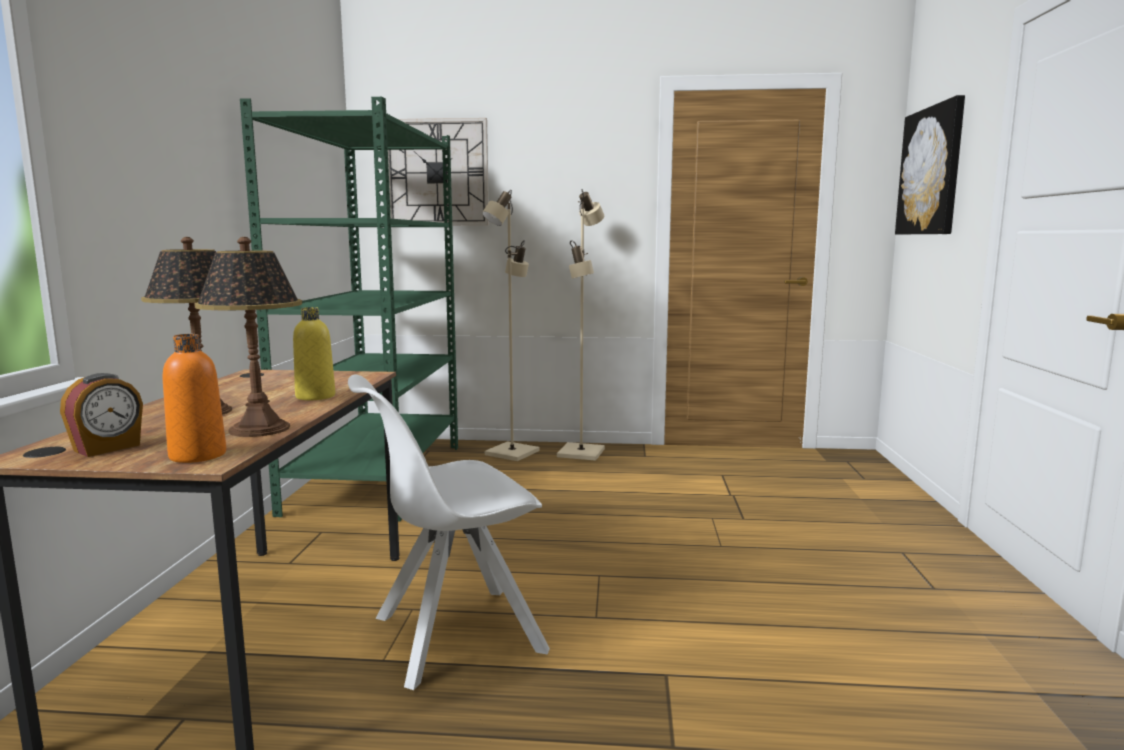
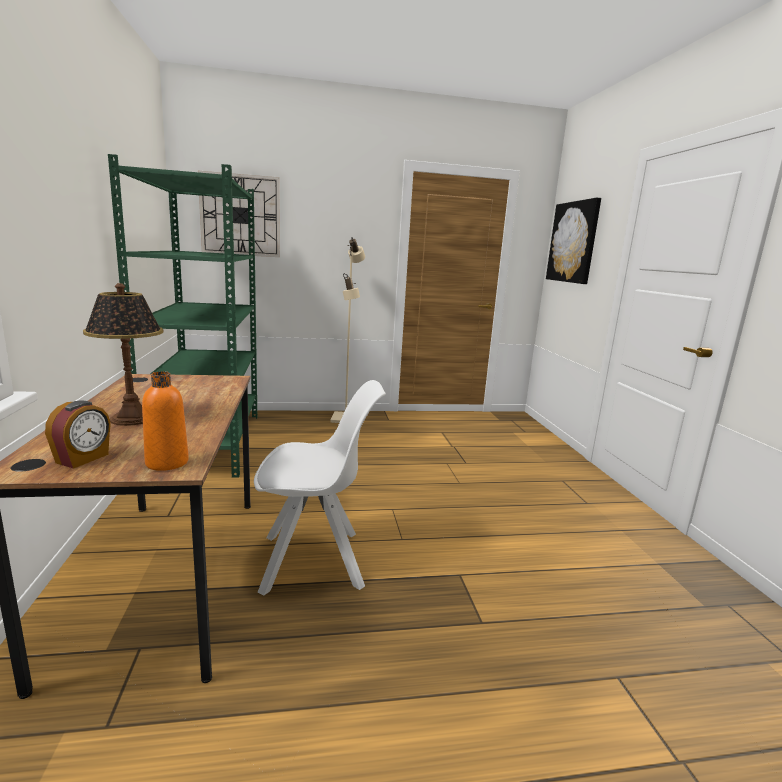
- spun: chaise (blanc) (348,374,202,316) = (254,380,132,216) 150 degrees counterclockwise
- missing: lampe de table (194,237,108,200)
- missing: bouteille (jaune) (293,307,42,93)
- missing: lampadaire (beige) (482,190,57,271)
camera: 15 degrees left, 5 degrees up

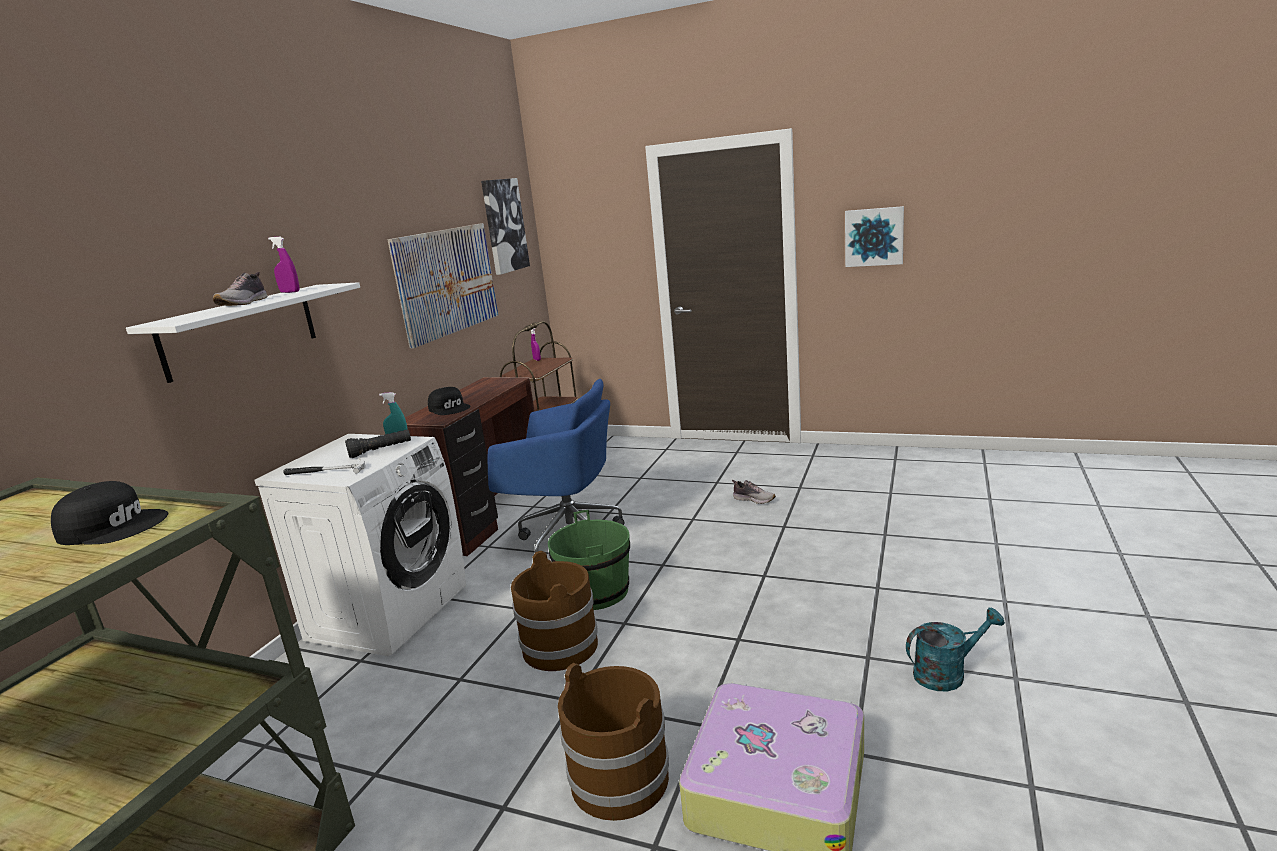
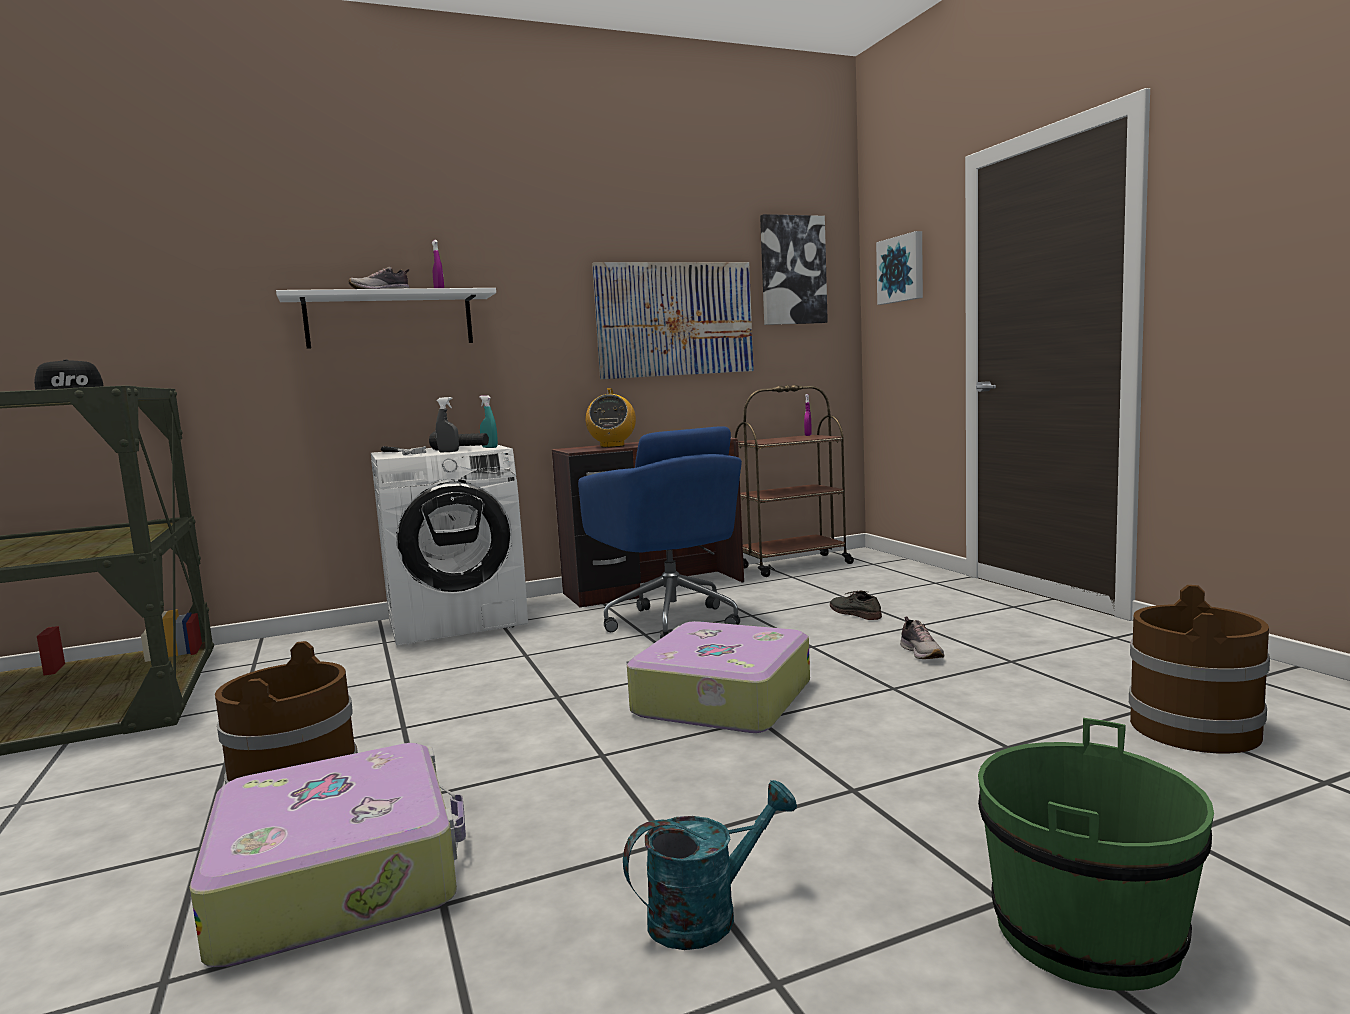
- appeared: vaporisateur (gris) (436,397,23,55)
- exchanged: casquette (noir) (428,387,43,28) to radio (586,388,50,60)
- spun: arrosoir (turquoise) (906,607,99,84) = (623,780,174,170) 60 degrees counterclockwise
- appeared: valise (626,621,184,112)
- appeared: chaussure (gris) (830,591,52,29)
- relocated: tableau (845,206,59,61) to (876,231,47,74)
- relocated: seau (vert) (548,510,82,100) to (978,718,236,273)
- relocated: seau (marron) (511,551,87,120) to (1129,585,141,169)
camera: 45 degrees right, 10 degrees down

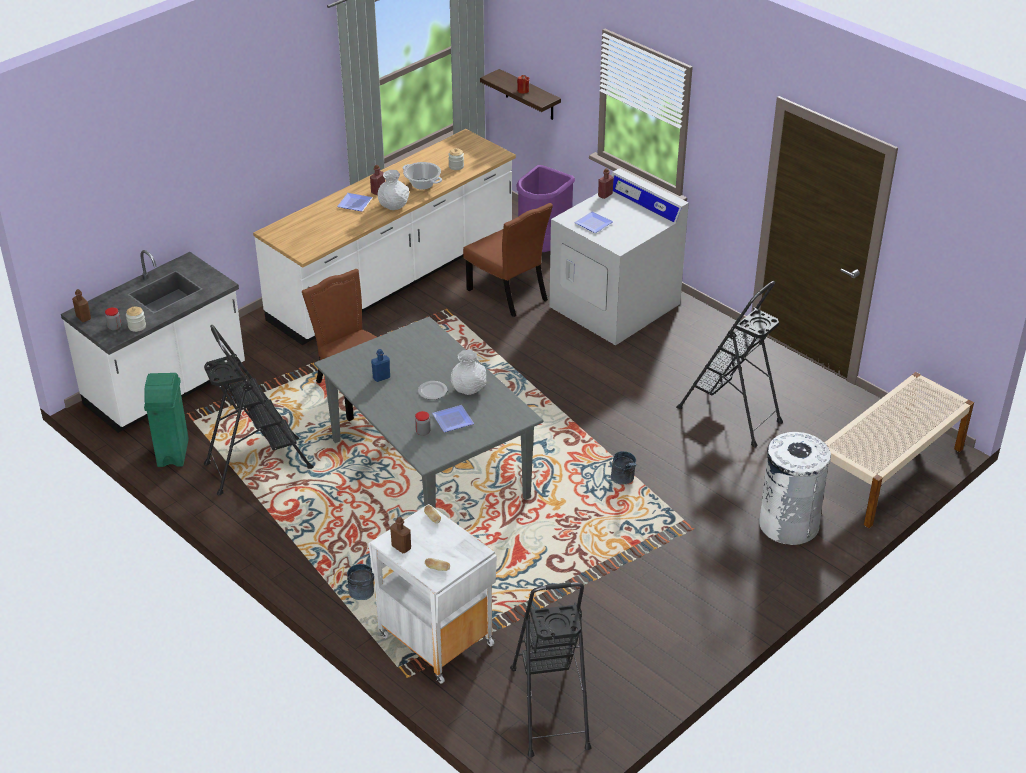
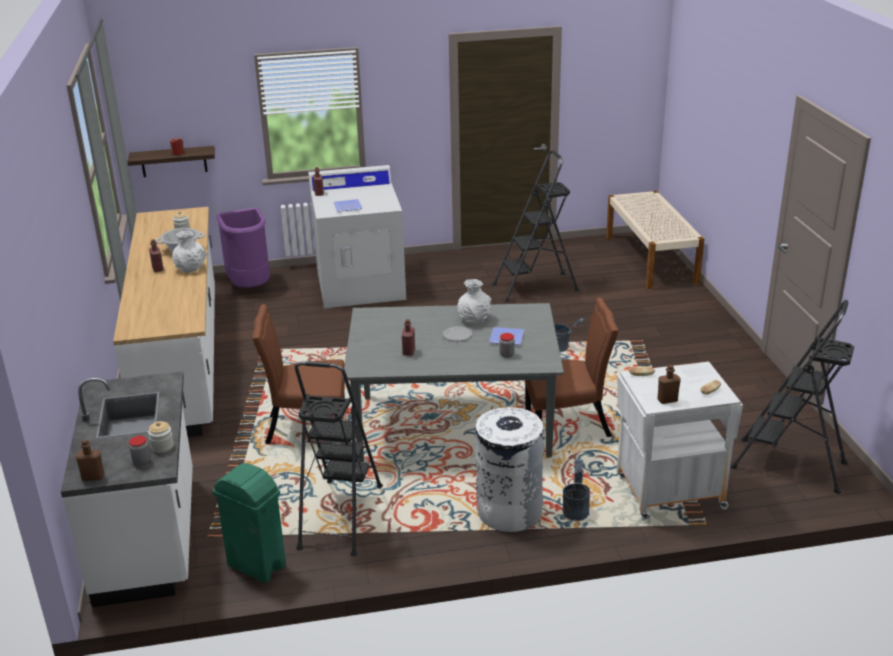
- colour: bouteille (bleu) (371,349,19,33) to bouteille (rouge) (402,319,13,37)
- relocated: poubelle (blanc) (759,432,72,113) to (475,406,69,126)
- relocated: chaise (marron) (463,203,90,114) to (525,297,93,140)
- missing: assiette (337,193,36,18)
camera: 55 degrees left, 10 degrees down

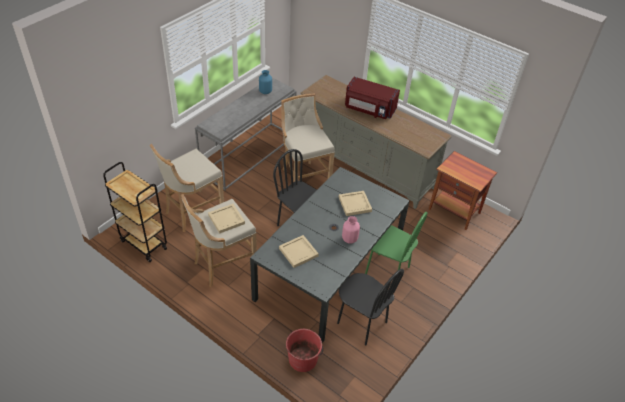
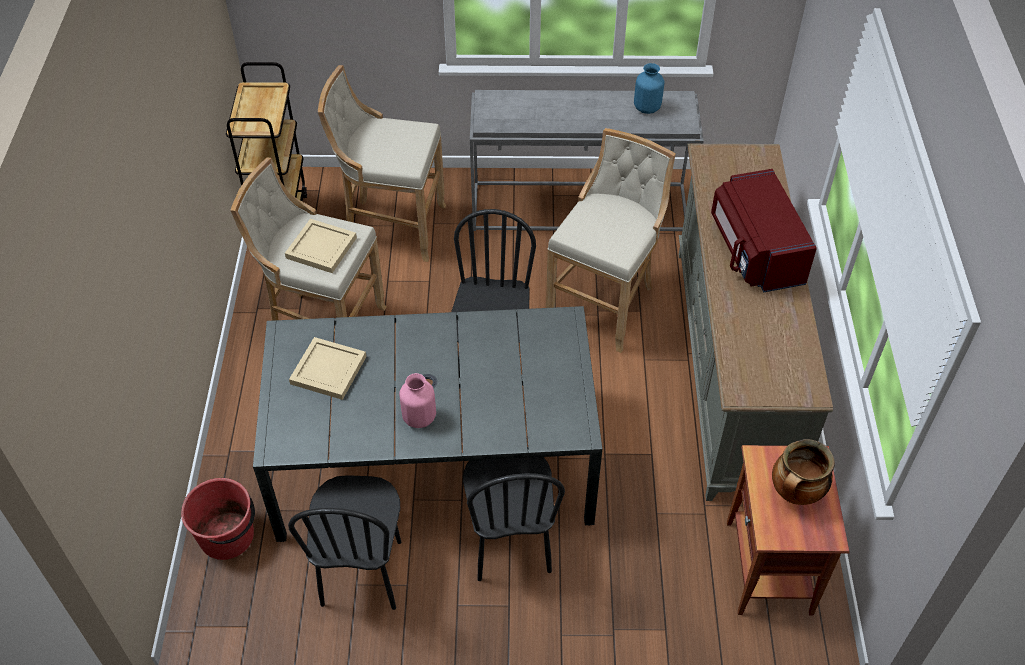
- colour: chaise (vert) (365,212,63,62) to chaise (noir) (463,447,102,134)
- appeared: marmite (772,439,63,66)
- missing: plateau (beige) (339,191,33,25)
camera: 55 degrees right, 5 degrees up

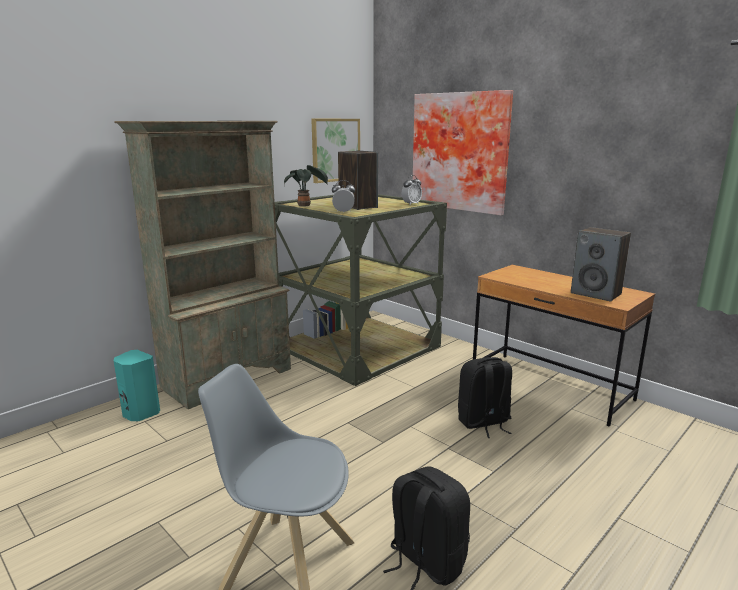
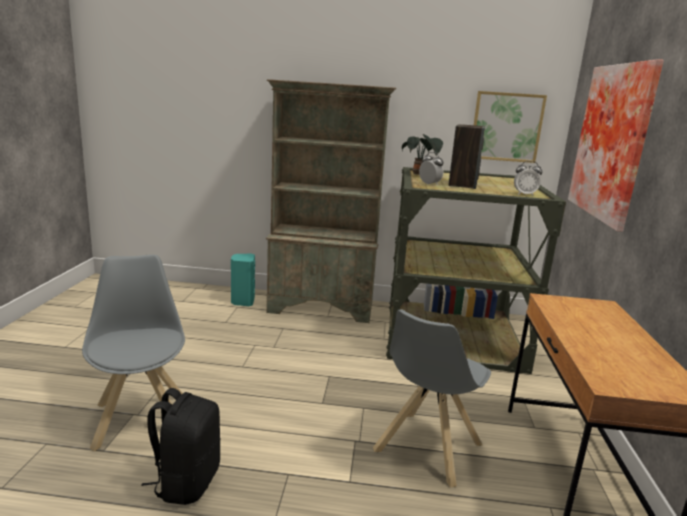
- exchanged: sac à dos (noir) (458,357,54,81) to chaise (gris) (373,309,118,178)
- missing: enceinte (571,227,60,74)
camera: 50 degrees right, 0 degrees up

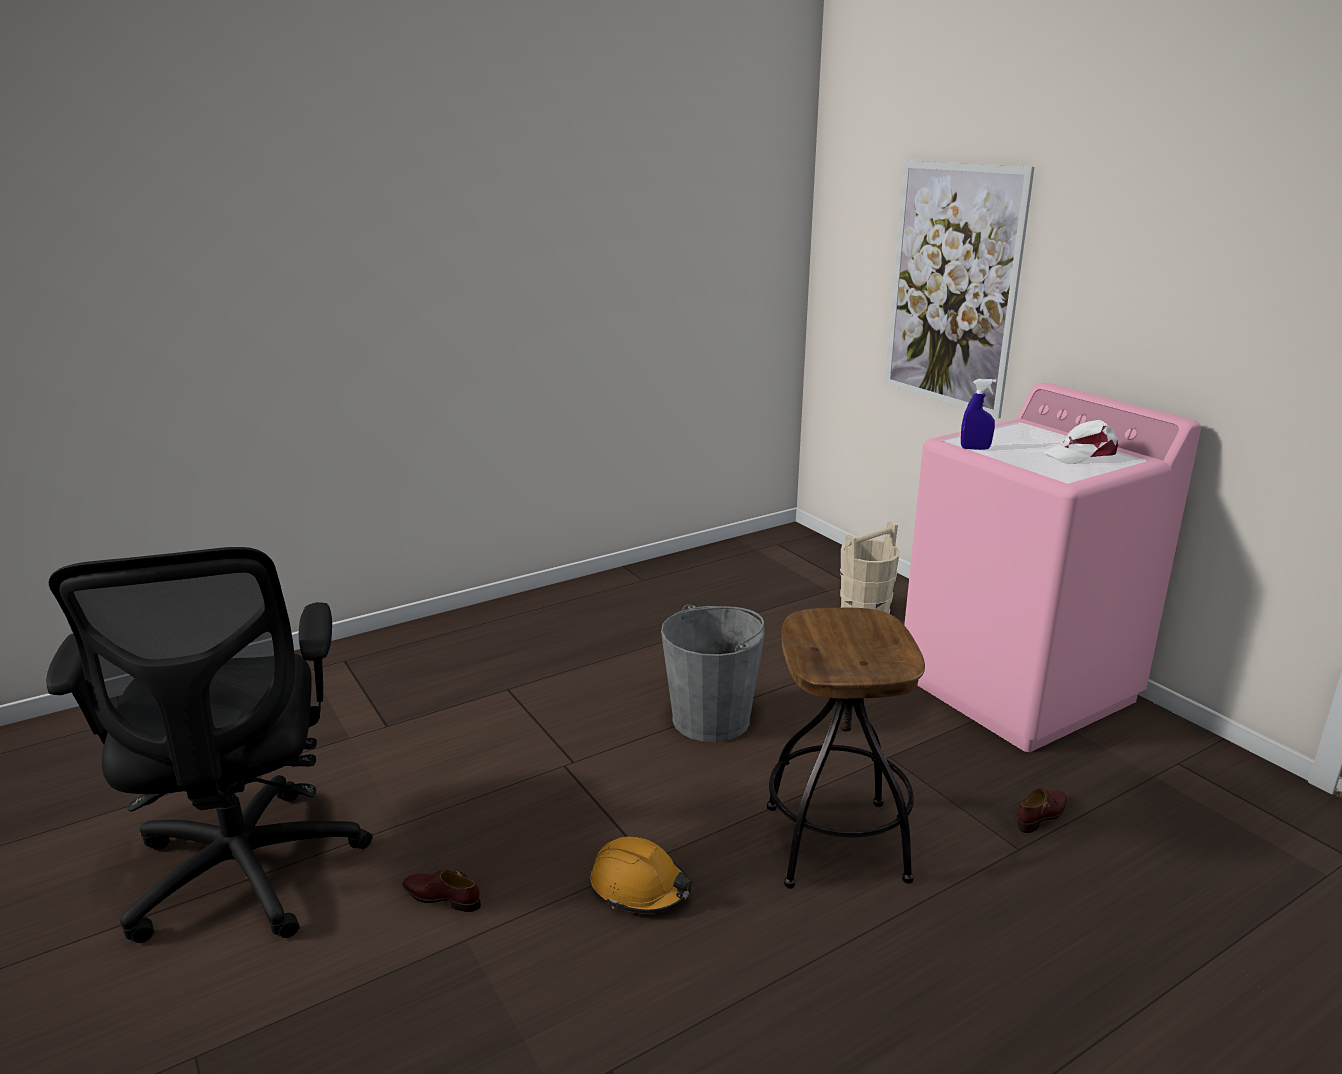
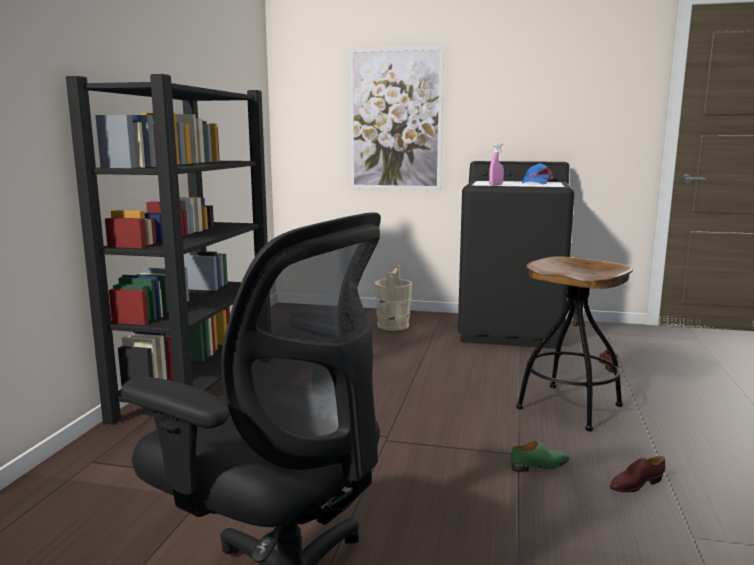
- appeared: bibliothèque (noir) (66,74,202,351)
- colour: lave-linge (rose) (904,383,297,369) to lave-linge (noir) (458,161,117,188)
- colour: vaporisateur (bleu) (961,379,36,71) to vaporisateur (rose) (489,143,15,43)
- exchanged: casque de chantier (orange) (590,836,102,78) to chaussure (vert) (511,441,58,31)
- colour: casquette (blanc) (1042,420,76,44) to casquette (bleu) (522,163,31,21)
- relocated: chaussure (marron) (402,869,79,43) to (610,456,55,36)
- missing: seau (gris) (661,604,104,138)
camera: 45 degrees left, 10 degrees down

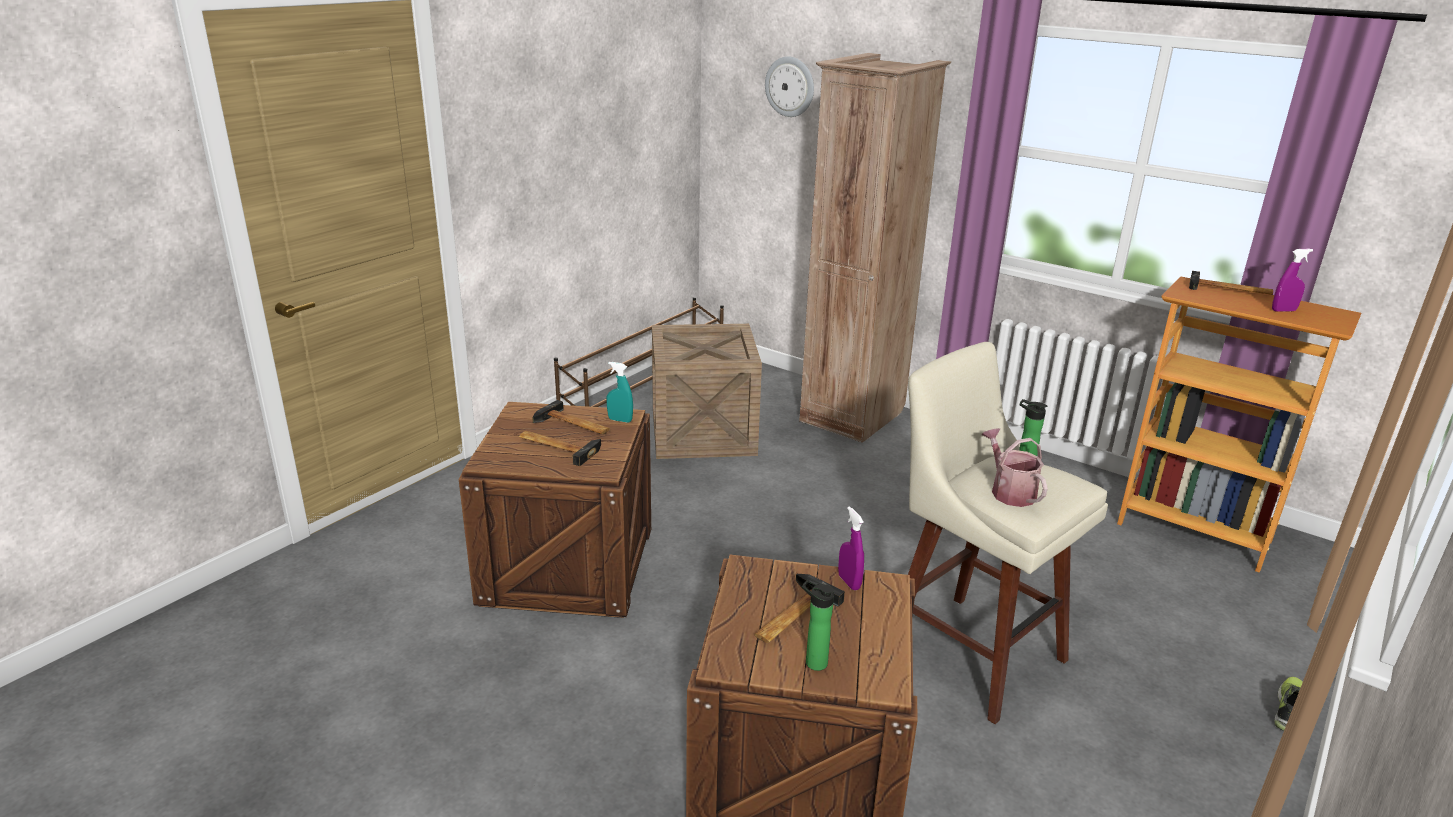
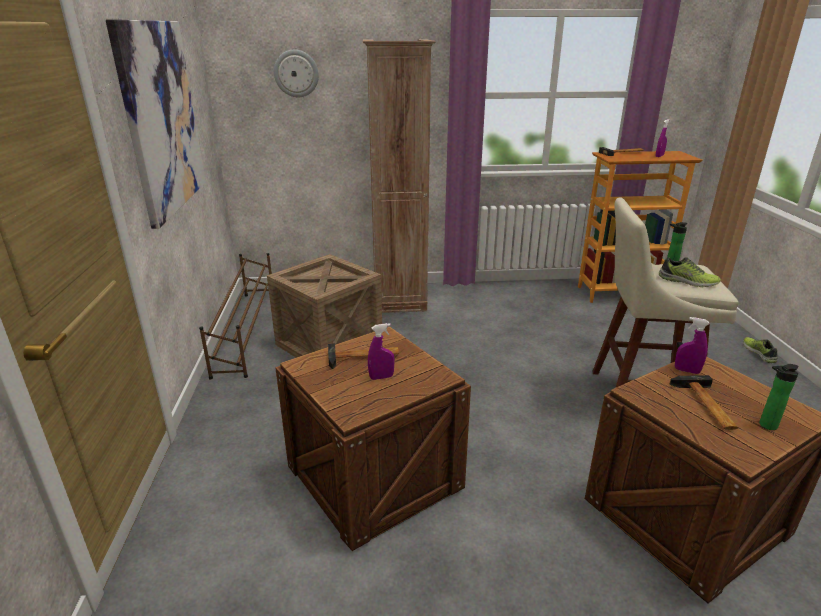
- appeared: tableau (106,19,100,210)
- exchanged: marteau (519,431,82,35) to vaporisateur (violet) (368,323,27,57)
- exchanged: arrosoir (982,428,66,79) to chaussure (659,257,62,30)
- missing: vaporisateur (turquoise) (606,362,27,61)
camera: 40 degrees left, 0 degrees up

